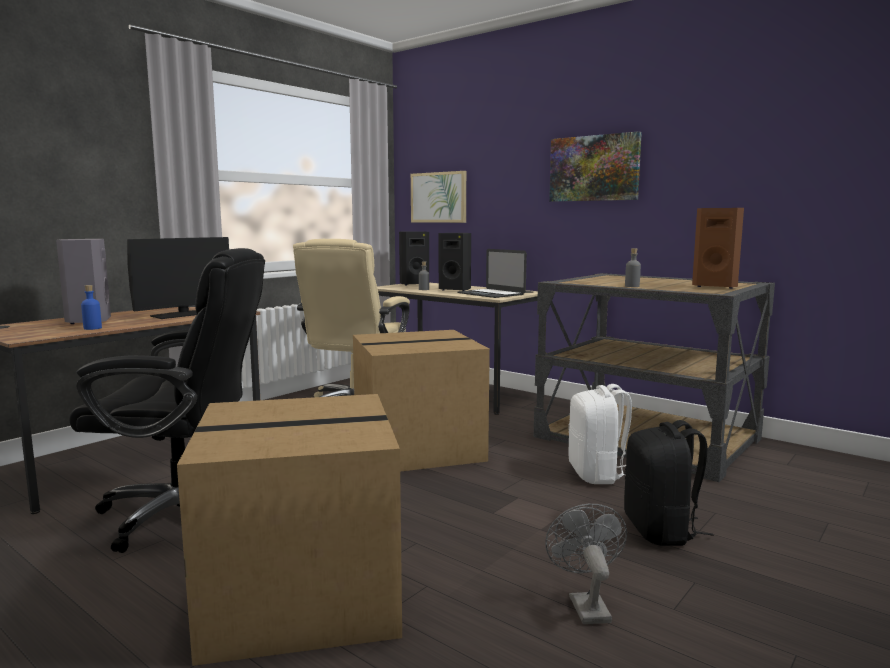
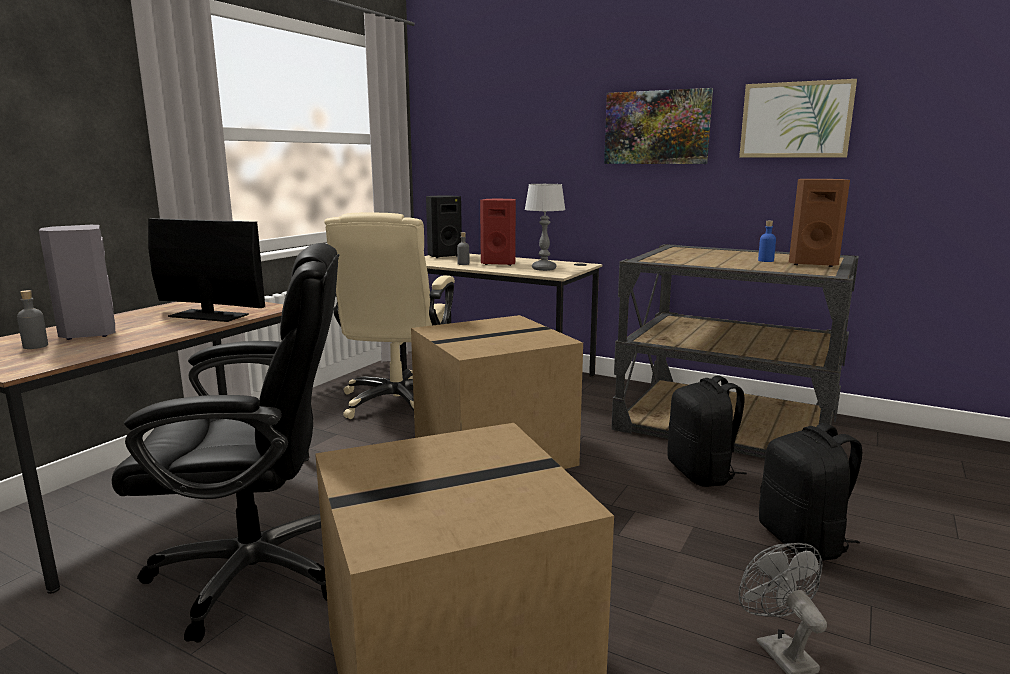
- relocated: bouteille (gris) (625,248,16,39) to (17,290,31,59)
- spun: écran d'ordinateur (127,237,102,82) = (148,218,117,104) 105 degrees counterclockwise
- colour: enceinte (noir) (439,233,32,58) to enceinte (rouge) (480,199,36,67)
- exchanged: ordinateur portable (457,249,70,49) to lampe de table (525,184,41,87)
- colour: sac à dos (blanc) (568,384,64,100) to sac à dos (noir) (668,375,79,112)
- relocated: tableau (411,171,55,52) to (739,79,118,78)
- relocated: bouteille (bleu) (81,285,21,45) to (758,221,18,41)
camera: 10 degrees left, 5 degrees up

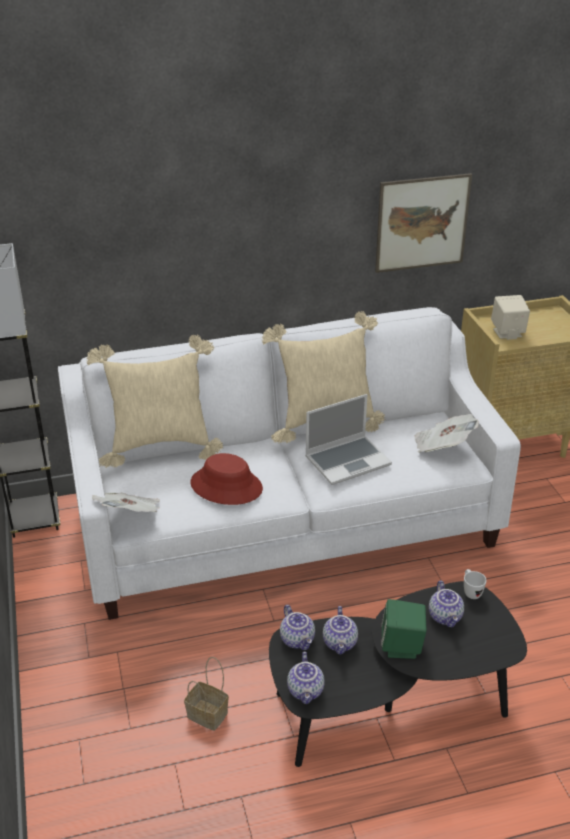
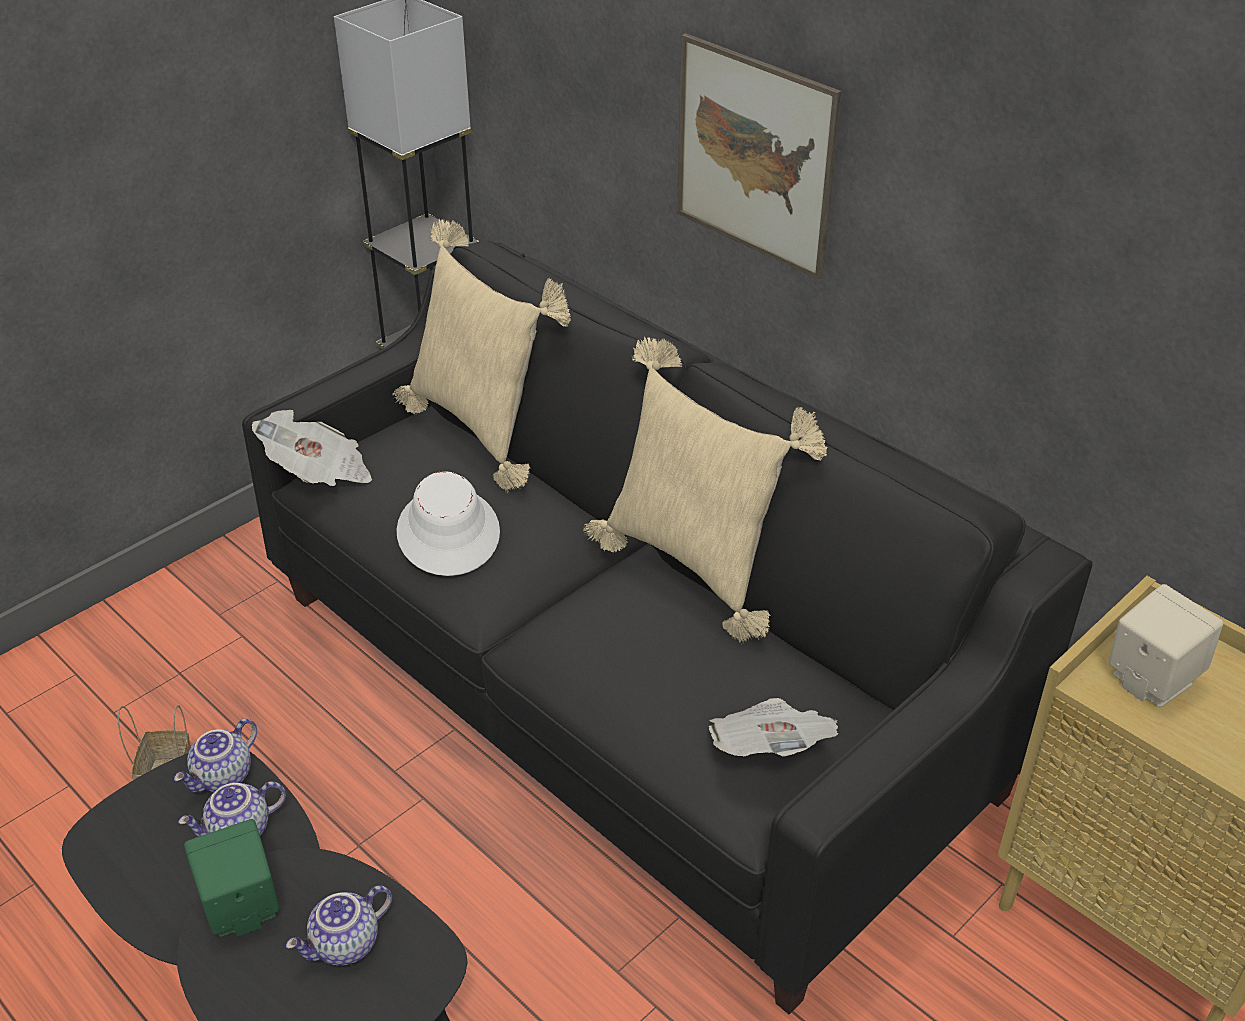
- colour: canapé (blanc) (58,307,463,313) to canapé (noir) (242,240,851,774)
- colour: chapeau (rouge) (191,453,72,52) to chapeau (blanc) (397,471,103,105)
- relocated: tableau (375,173,97,100) to (677,33,164,246)
- missing: théière (287,652,38,52)
- missing: ordinateur portable (305,394,87,91)
- missing: mug (blanc) (464,569,23,30)
camera: 60 degrees right, 5 degrees up

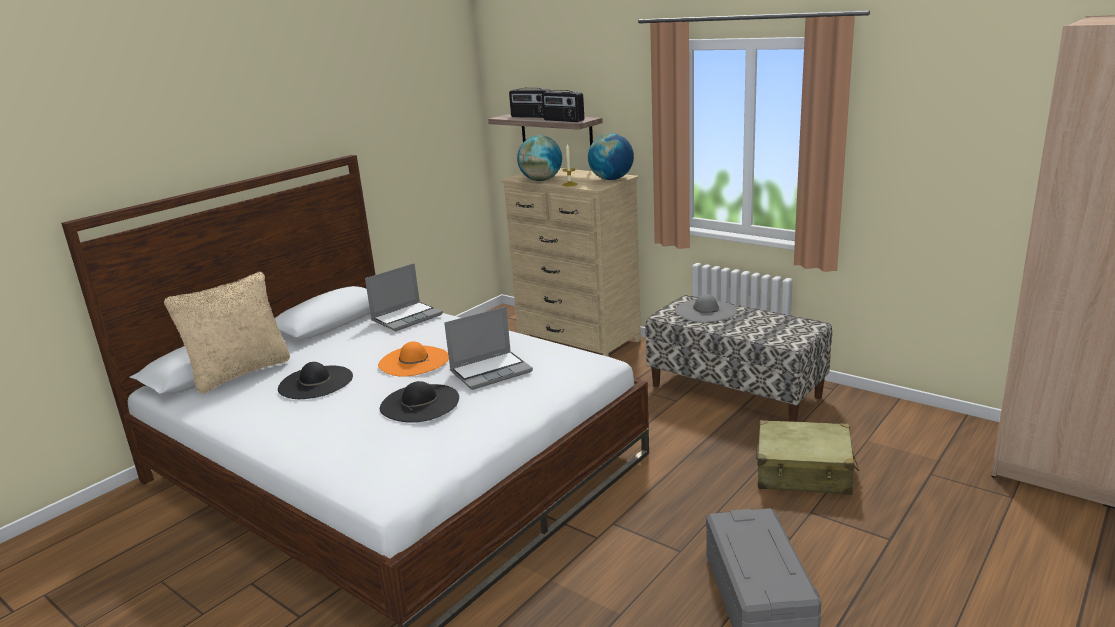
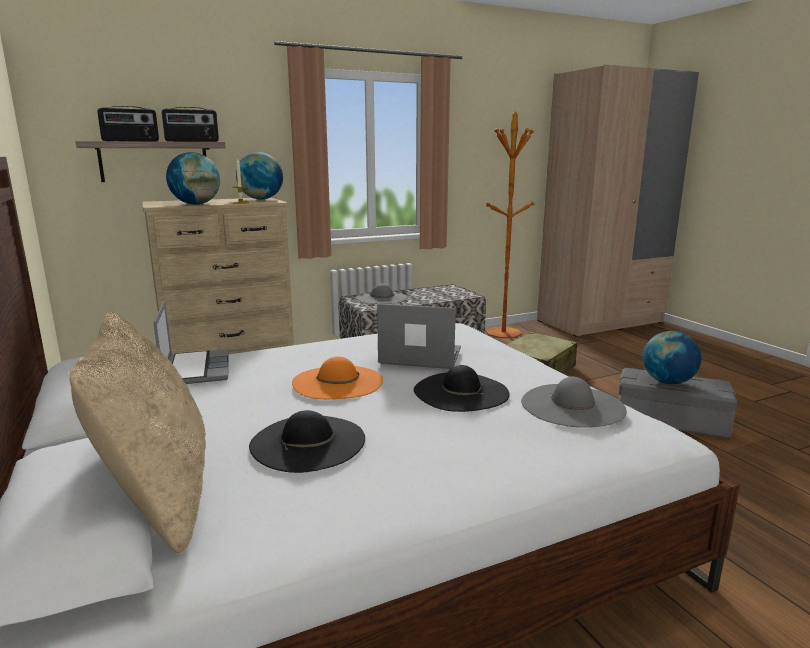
- spun: ordinateur portable (444,307,89,83) = (377,304,84,65) 75 degrees counterclockwise
- appeared: portant (orange) (486,112,48,226)
- appeared: chapeau (gris) (521,376,106,52)
- appeared: globe (643,331,58,53)
camera: 65 degrees left, 5 degrees down

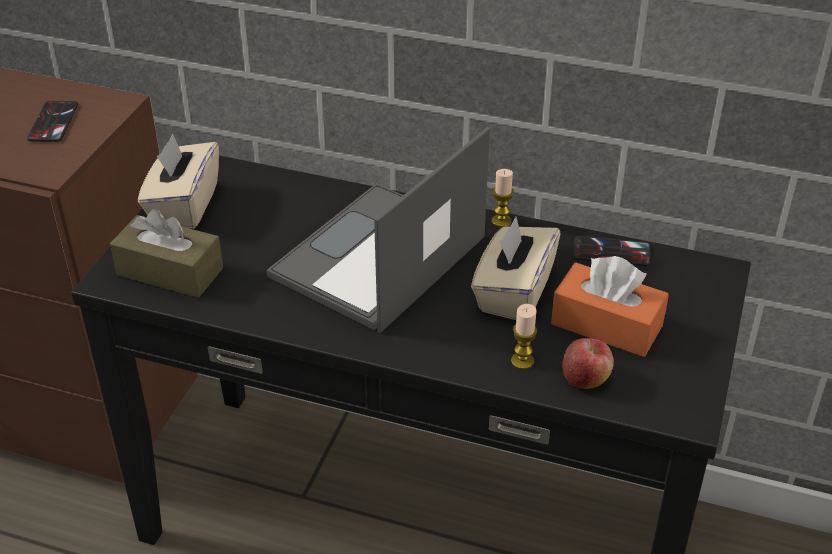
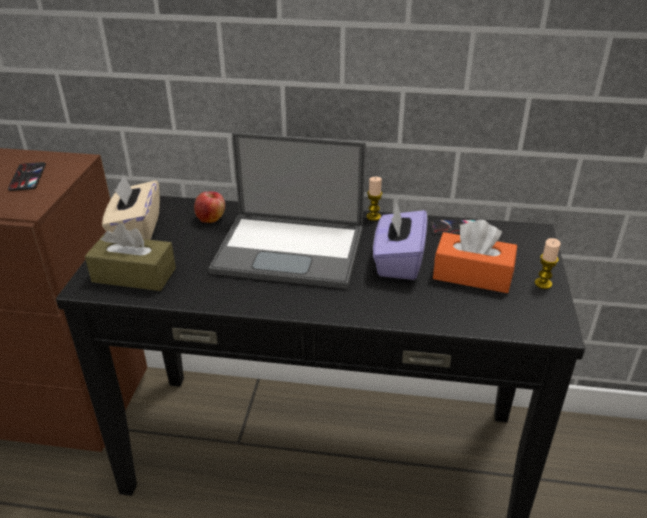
- relocated: pomme (562,338,52,51) to (194,191,31,32)
- spun: ordinateur portable (267,127,223,206) = (209,132,157,157) 105 degrees counterclockwise
- colour: boîte à mouchoirs (beige) (471,217,90,103) to boîte à mouchoirs (violet) (373,203,55,77)
- relocated: bougie (511,304,26,66) to (535,238,26,51)
camera: 10 degrees left, 5 degrees down

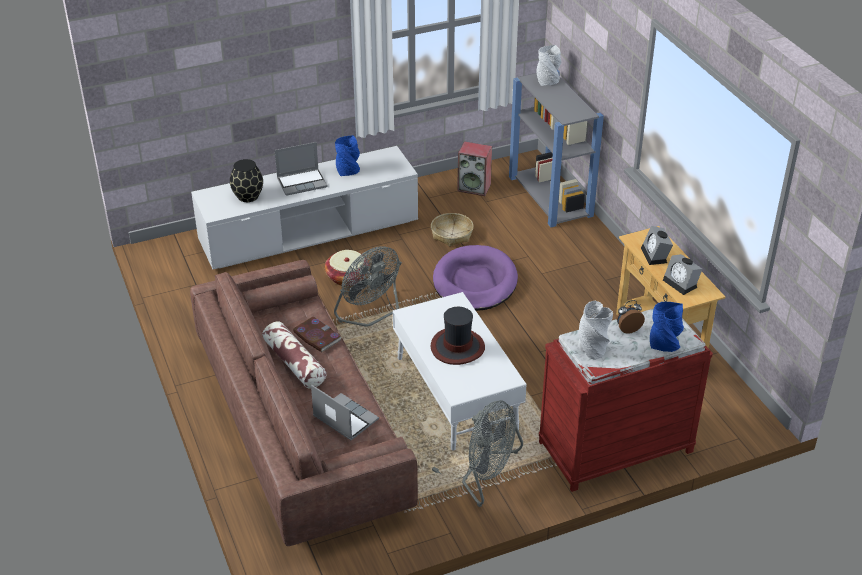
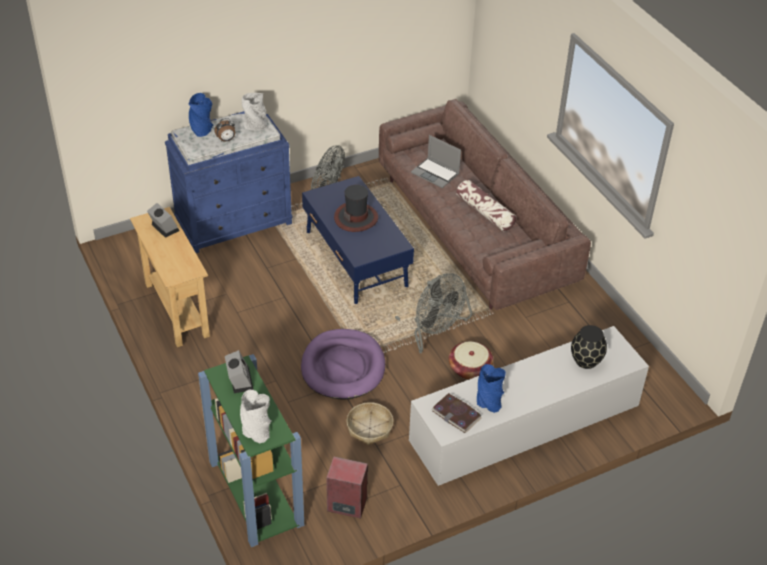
- colour: commode (rouge) (539,308,174,184) to commode (bleu) (165,111,127,142)
- colour: bibliothèque (gris) (509,70,95,157) to bibliothèque (vert) (198,354,106,193)
- relocated: réveil (641,226,32,39) to (225,350,29,43)
- colour: table basse (blanc) (393,292,133,159) to table basse (bleu) (302,176,112,128)
- relocated: livre (293,316,49,36) to (431,393,50,40)
- missing: ordinateur portable (275,142,52,53)
camera: 175 degrees right, 5 degrees up

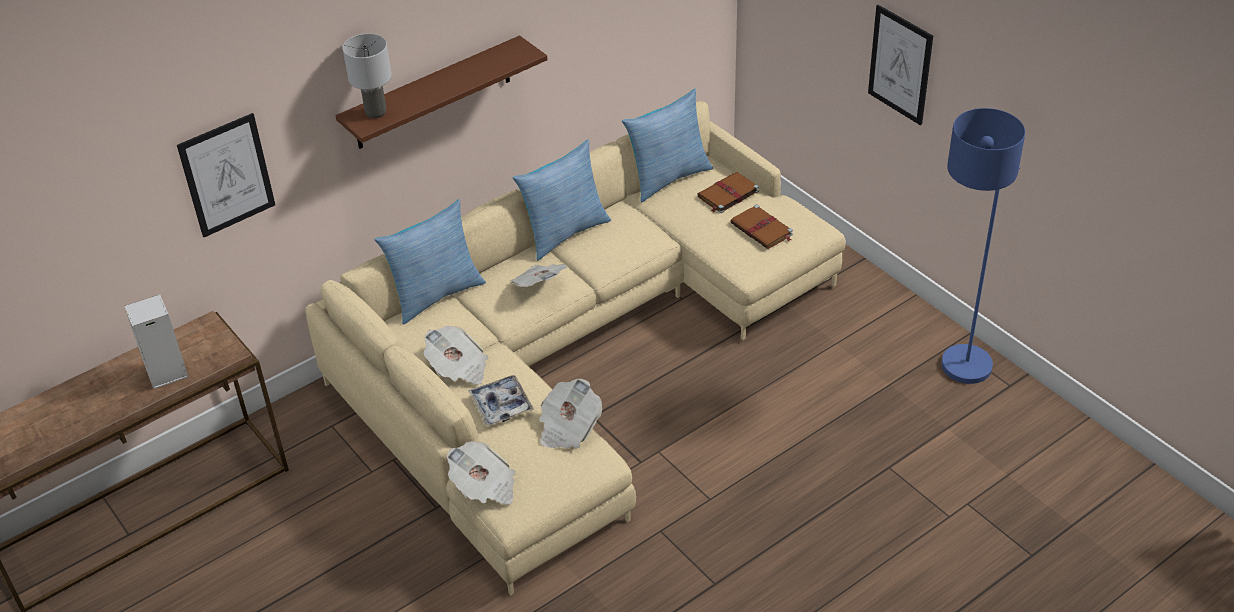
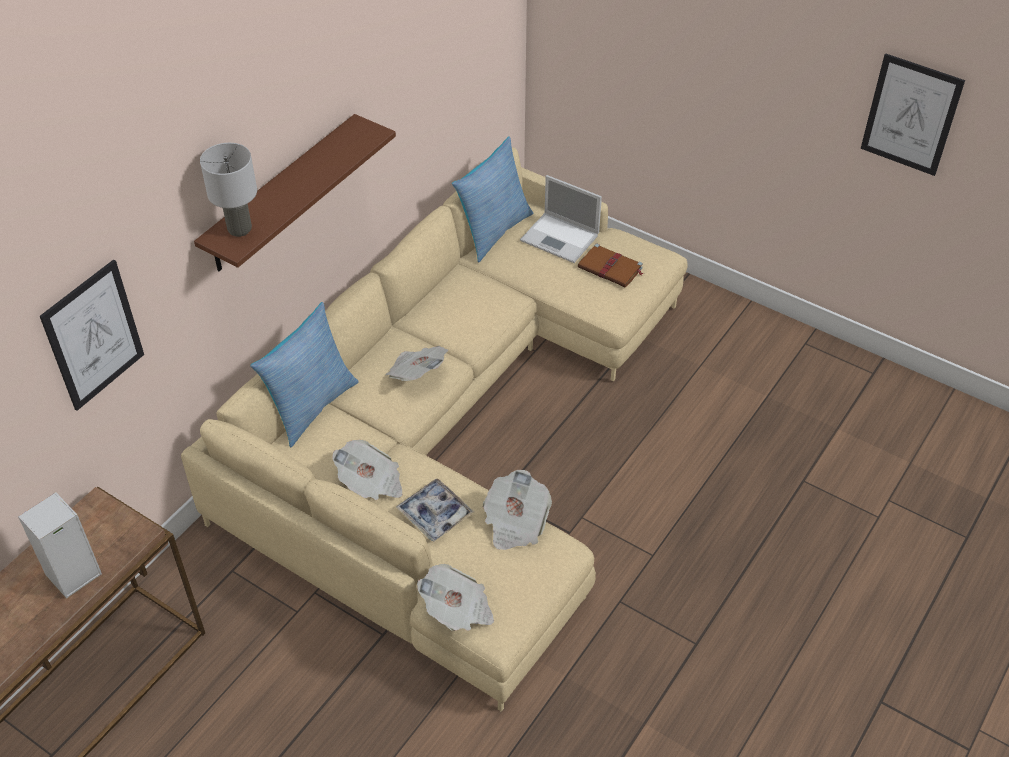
- exchanged: livre (marron) (697,172,62,41) to ordinateur portable (520,175,82,88)
- relocated: tableau (868,5,65,120) to (861,53,104,123)
- missing: coussin (513,139,98,122)
- missing: lampadaire (bleu) (941,108,84,276)
camera: 20 degrees left, 5 degrees up

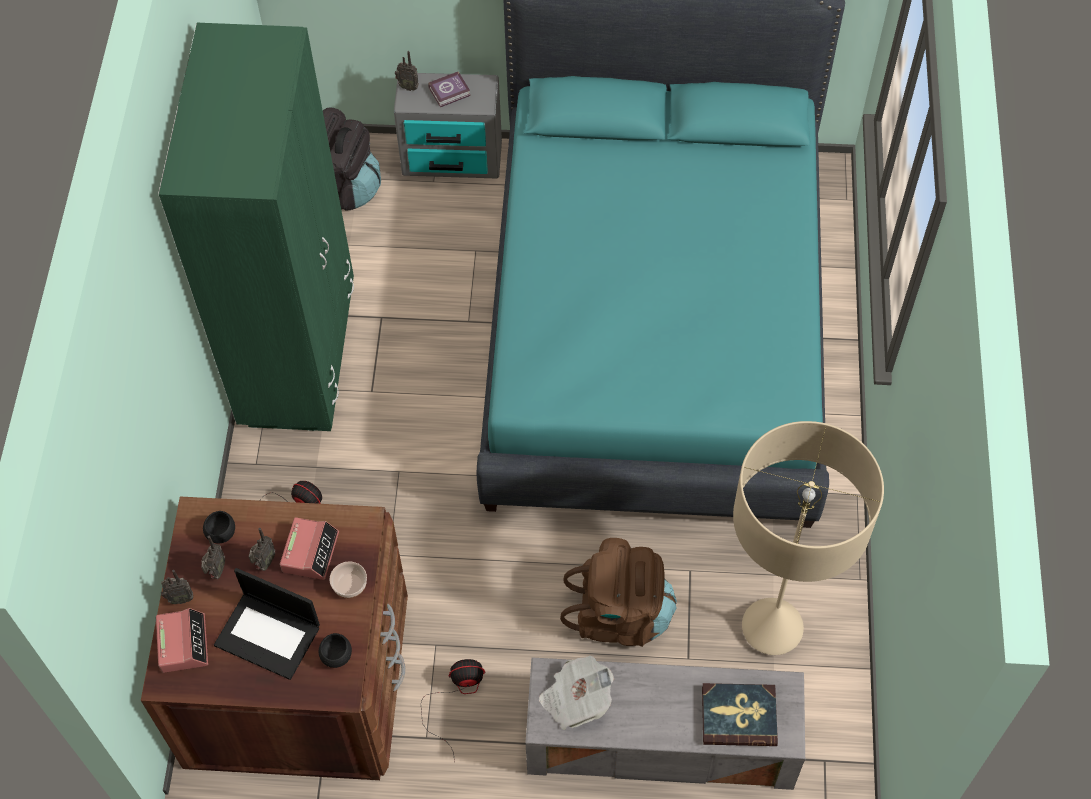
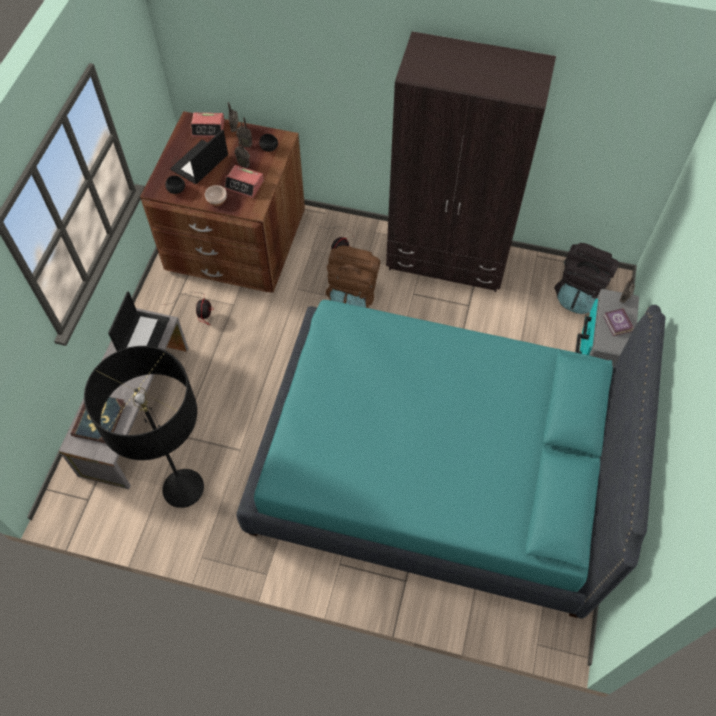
- colour: lampadaire (beige) (733,421,151,234) to lampadaire (noir) (84,346,120,162)
- exchanged: journal (539,656,75,74) to ordinateur portable (108,291,62,60)
- relocated: sac à dos (marron) (560,538,117,109) to (326,246,54,62)
- colour: armoire (vert) (158,23,196,408) to armoire (marron) (386,31,170,261)
camera: 100 degrees right, 0 degrees up

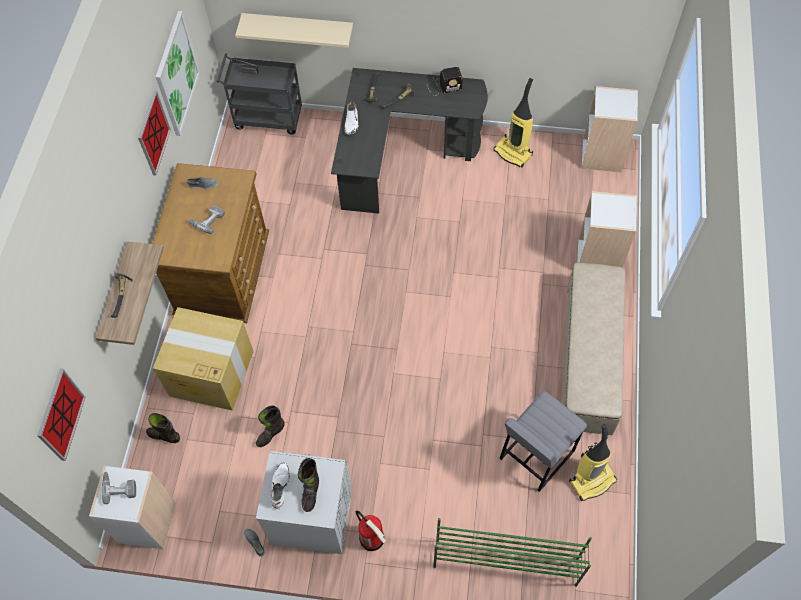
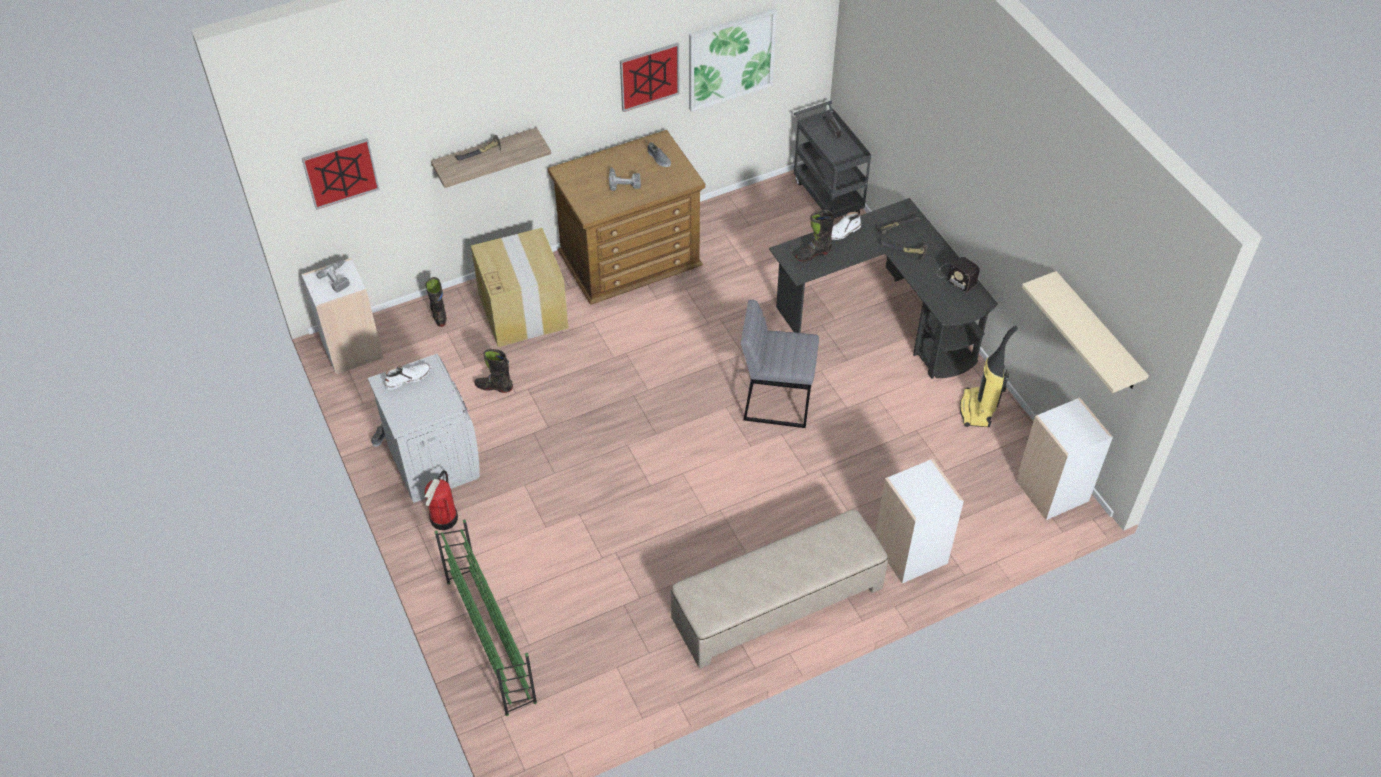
- relocated: chaise (gris) (499,391,88,101) to (741,300,78,128)
- relocated: botte (noir) (298,458,21,54) to (796,210,38,52)
- relocated: étagère (beige) (235,13,118,35) to (1022,271,127,122)
- missing: aspirateur (569,424,48,77)
camera: 55 degrees right, 10 degrees down

